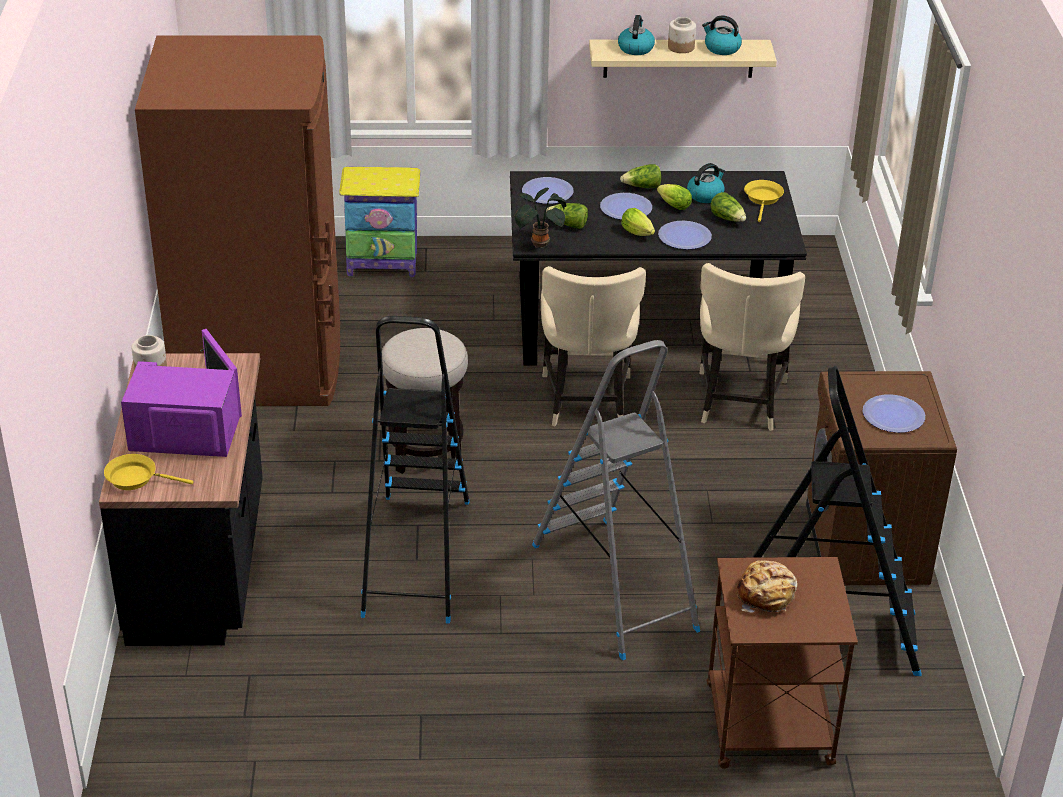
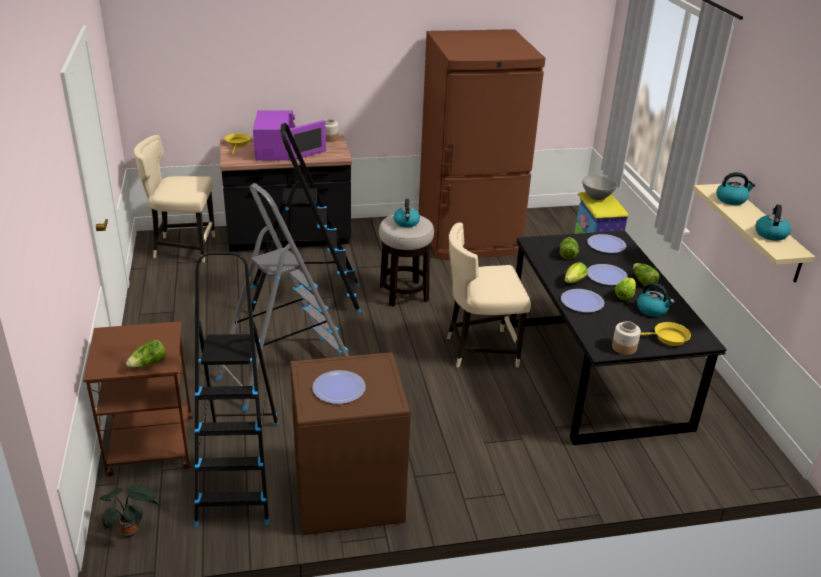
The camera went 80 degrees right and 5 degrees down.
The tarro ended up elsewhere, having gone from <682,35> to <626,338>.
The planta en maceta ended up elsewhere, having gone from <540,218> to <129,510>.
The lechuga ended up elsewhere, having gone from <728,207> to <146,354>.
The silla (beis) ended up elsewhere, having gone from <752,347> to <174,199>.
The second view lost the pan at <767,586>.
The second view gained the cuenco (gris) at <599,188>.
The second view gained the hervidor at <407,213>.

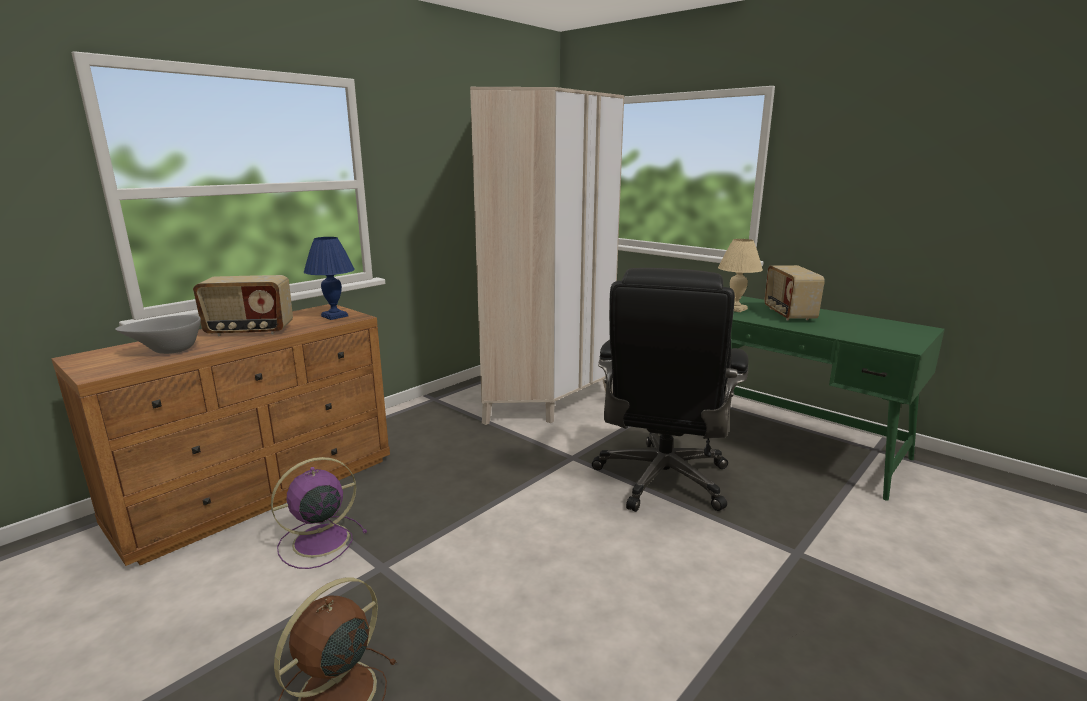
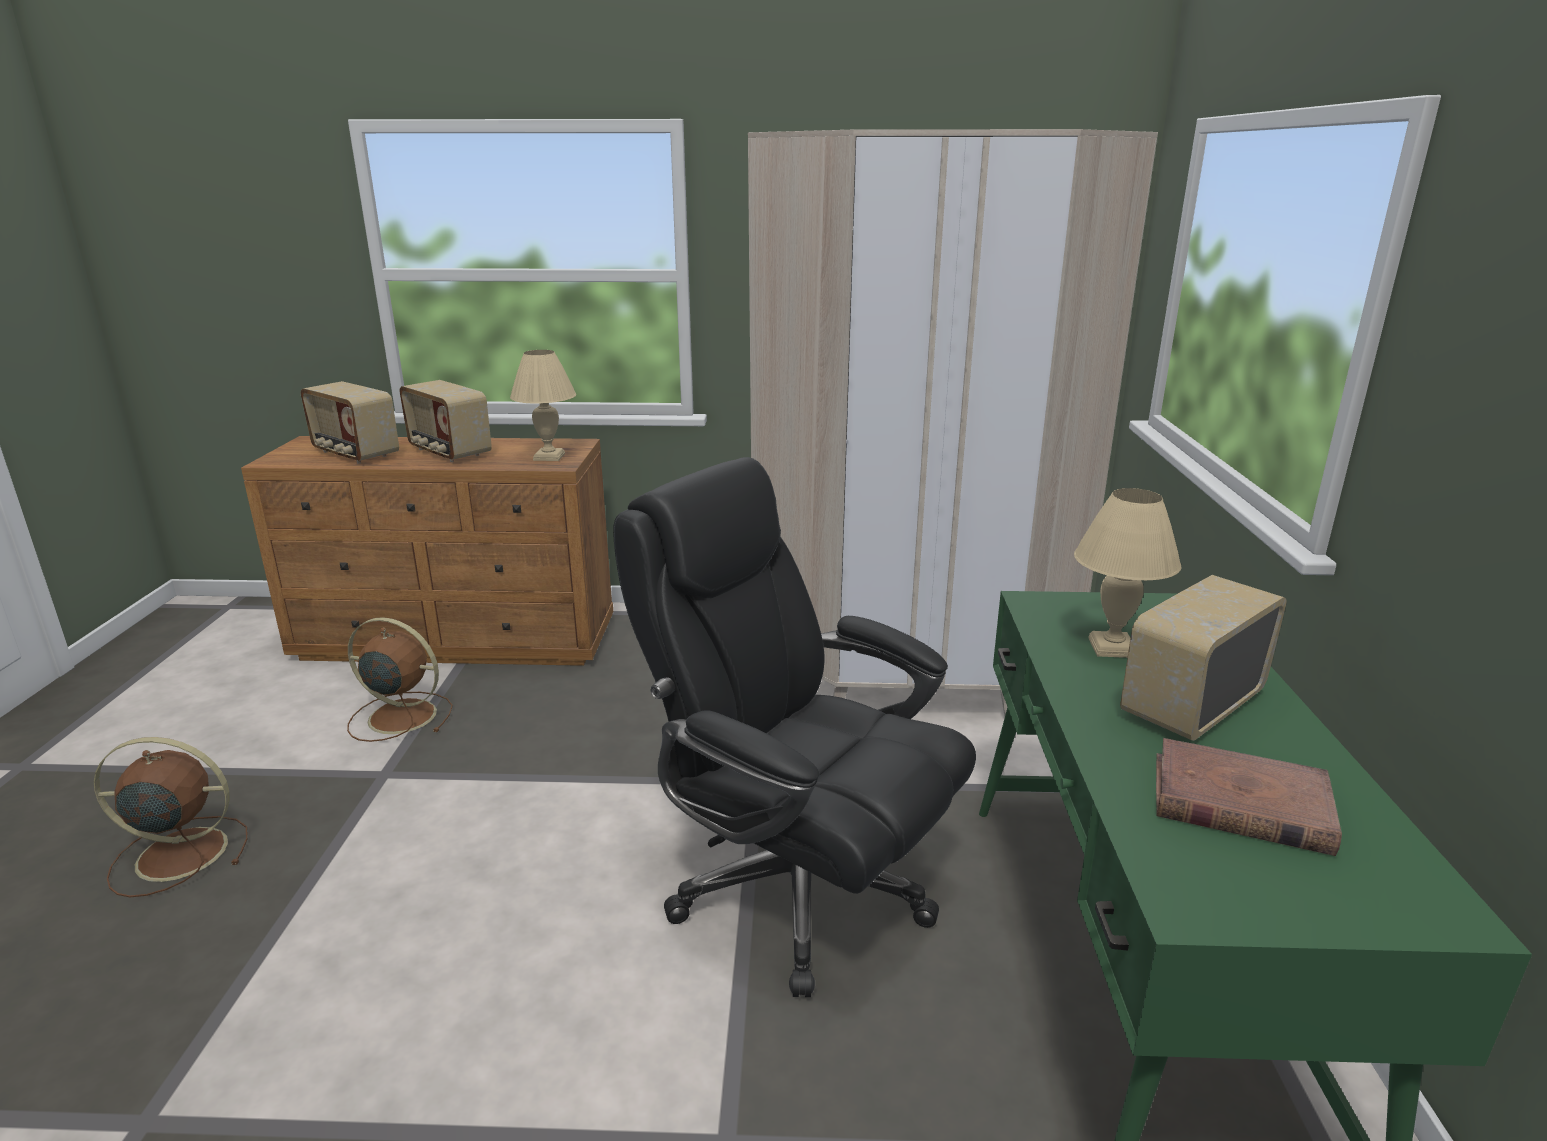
The camera went 50 degrees right and 5 degrees up.
What was the lámpara de mesa (azul) at <329,278> turned into the lámpara de mesa (beis) at <543,405>.
The silla de oficina (negro) at <670,390> ended up facing another way, 60 degrees clockwise from before.
Where the cuenco (gris) stood at <158,334>, the radio came to stand at <349,422>.
What was the ventilador (morado) at <319,513> turned into the ventilador (marrón) at <400,679>.
The second view gained the libro (marrón) at <1249,797>.

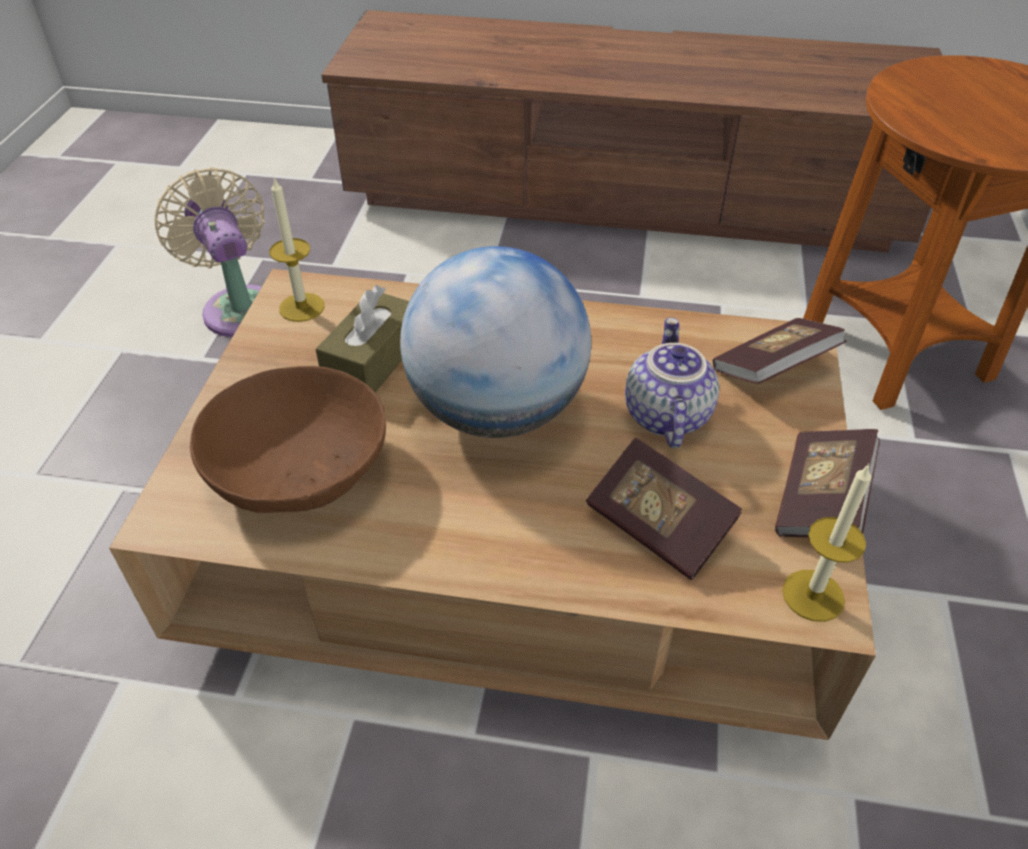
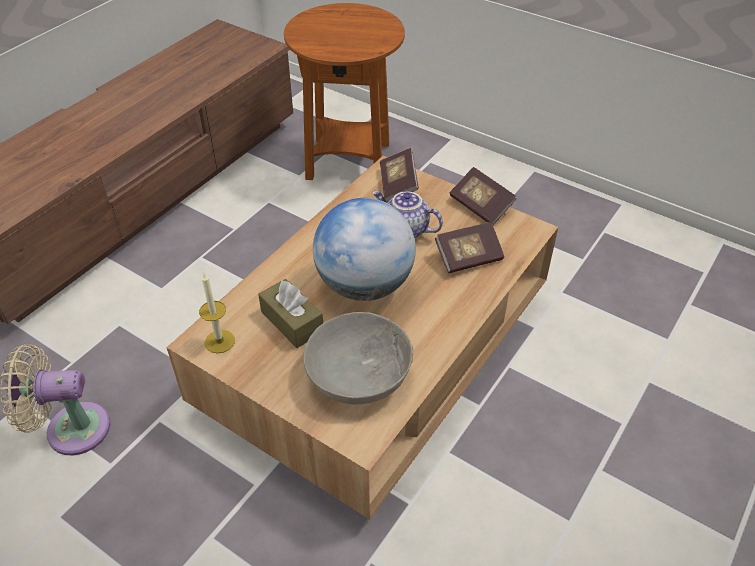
The camera went 65 degrees left and 0 degrees up.
What was the cuenco (marrón) at <288,439> turned into the cuenco (gris) at <358,358>.
The second view lost the vela at <827,543>.

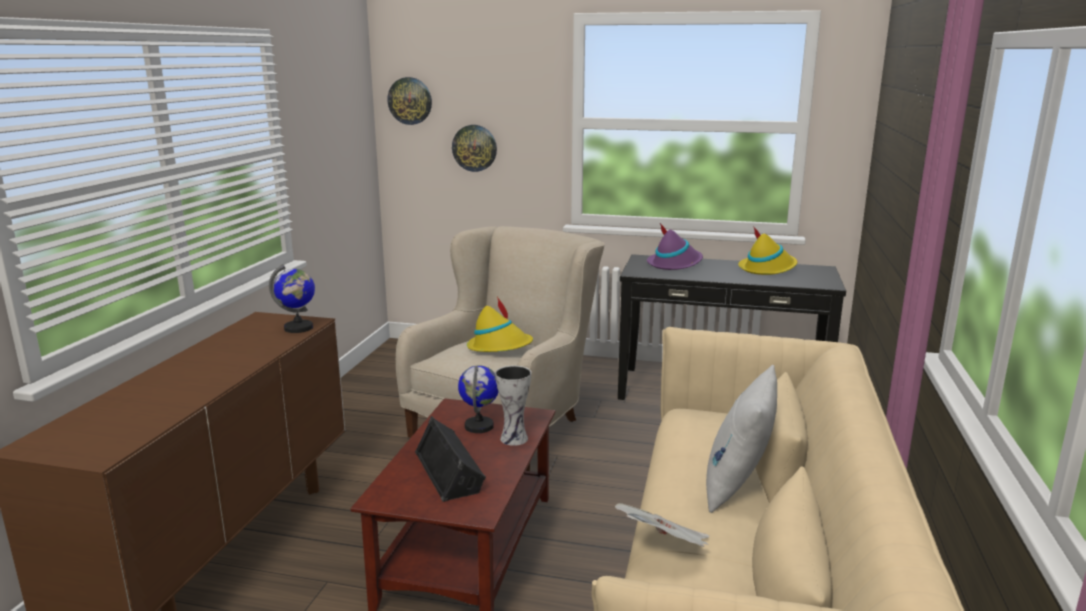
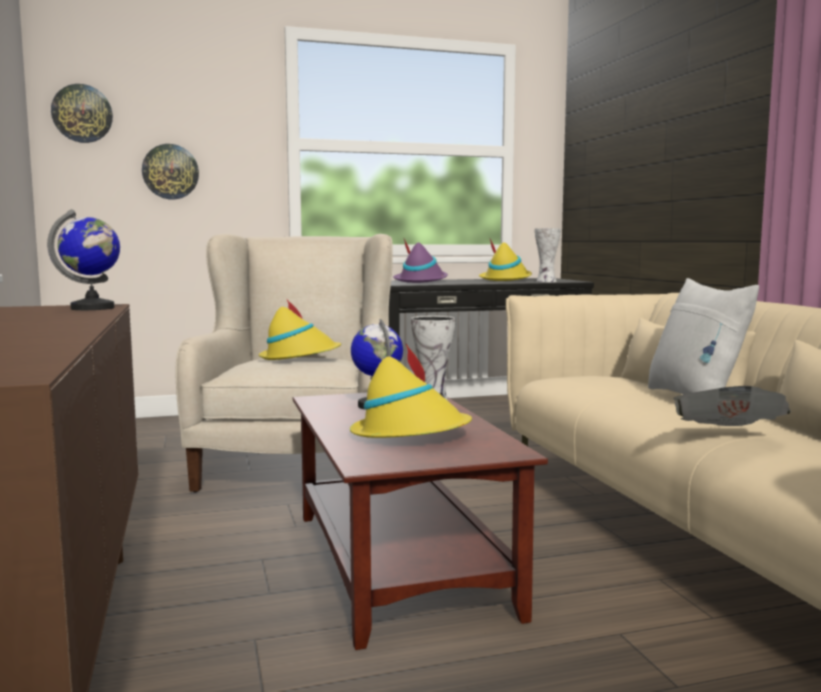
The camera went 30 degrees left and 10 degrees down.
Where the altavoz (negro) stood at <450,459>, the sombrero (amarillo) came to stand at <411,391>.
The second view gained the florero at <548,255>.

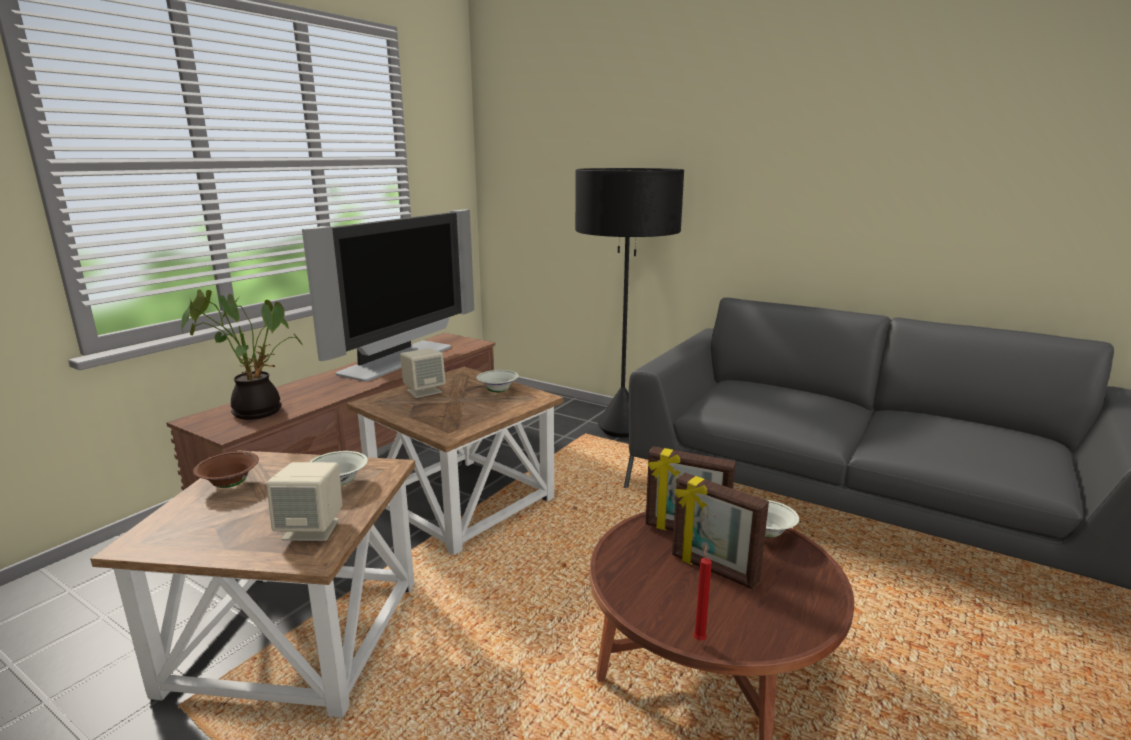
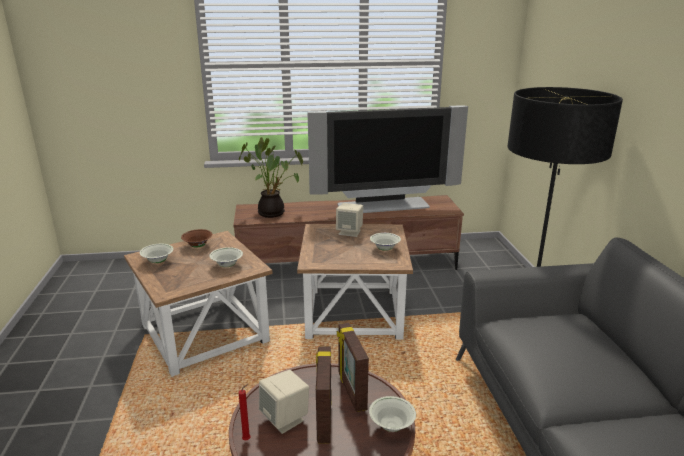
The camera went 50 degrees right and 5 degrees up.
The altavoz (beis) ended up elsewhere, having gone from <304,501> to <284,402>.
The second view gained the cuenco (blanco) at <156,253>.

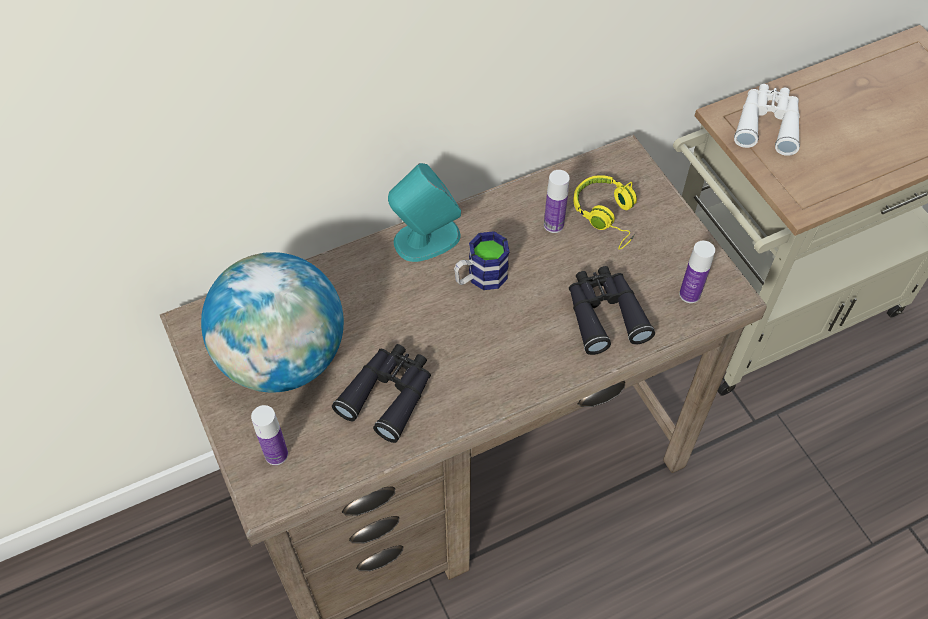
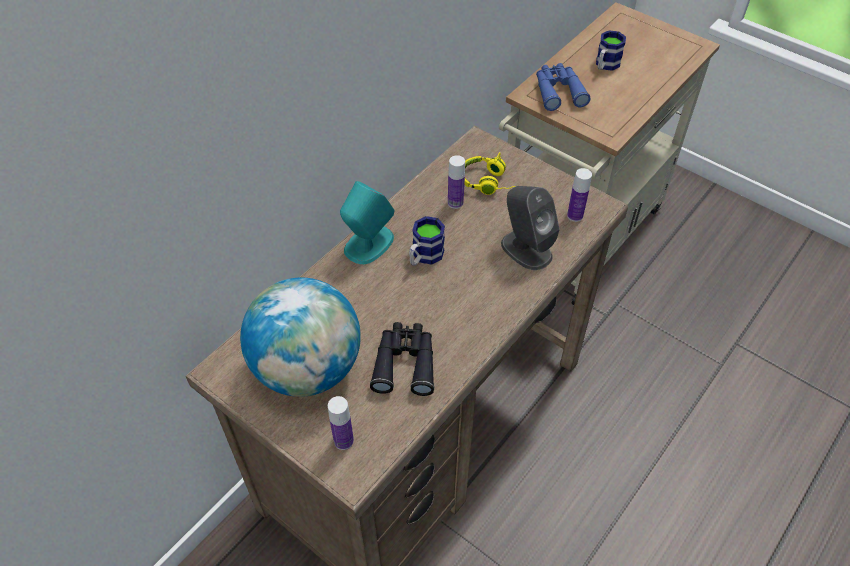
The camera went 25 degrees left and 5 degrees down.
What was the prismáticos (blanco) at <767,120> turned into the prismáticos (azul) at <563,87>.
Where the prismáticos (negro) stood at <612,310>, the altavoz (gris) came to stand at <530,228>.
The second view gained the taza grande at <611,50>.

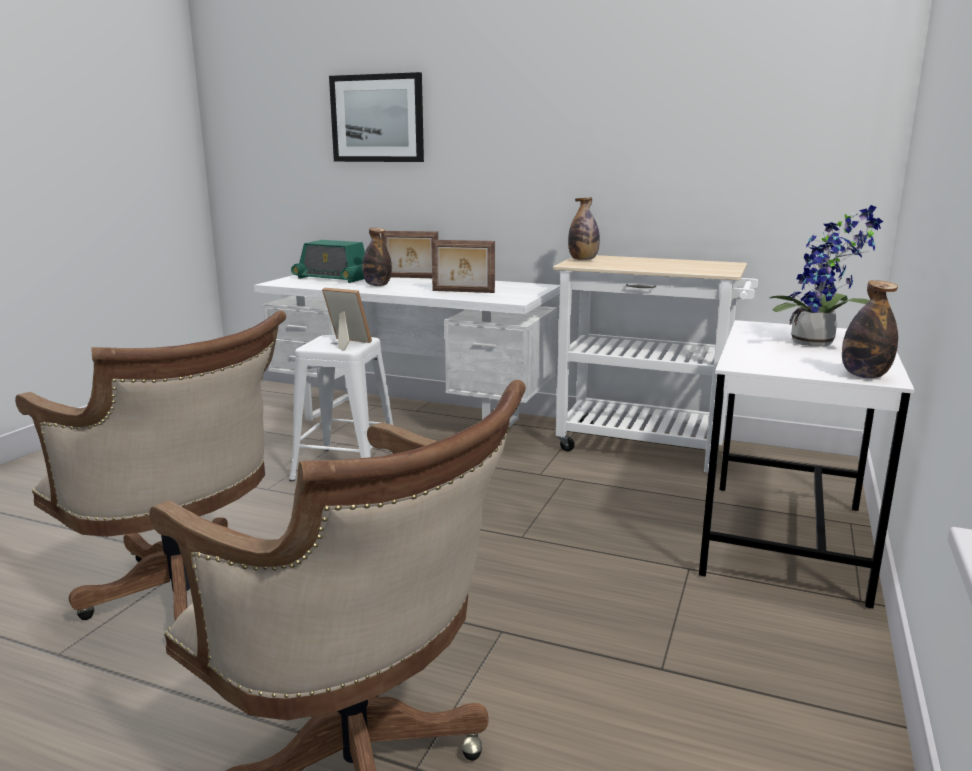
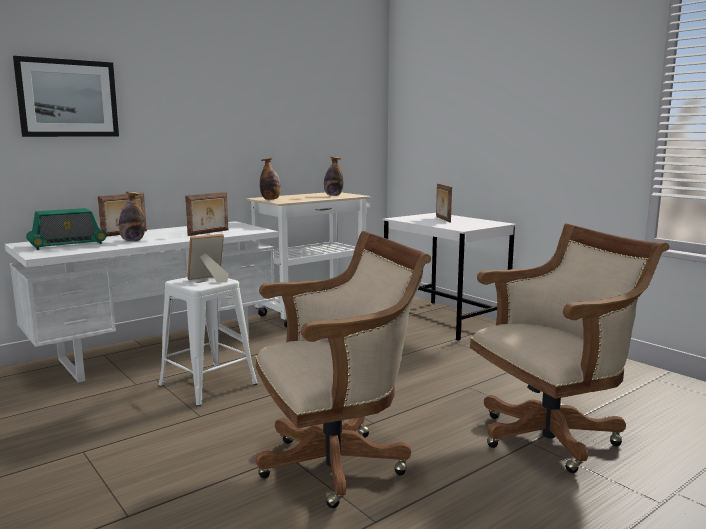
The camera went 60 degrees left and 5 degrees down.
Where the planta en maceta stood at <826,276>, the portarretratos came to stand at <444,203>.
The botella ended up elsewhere, having gone from <870,329> to <333,176>.

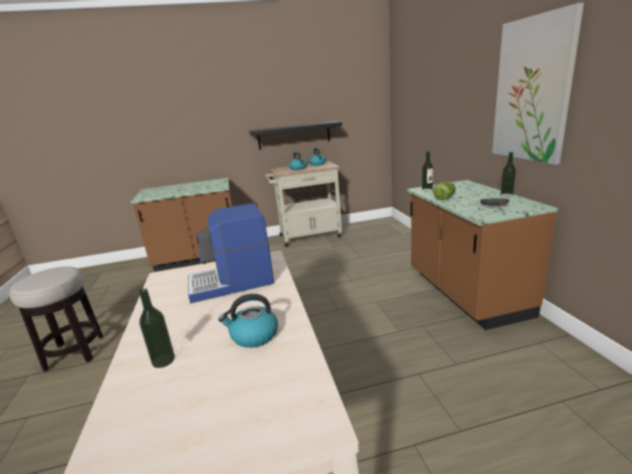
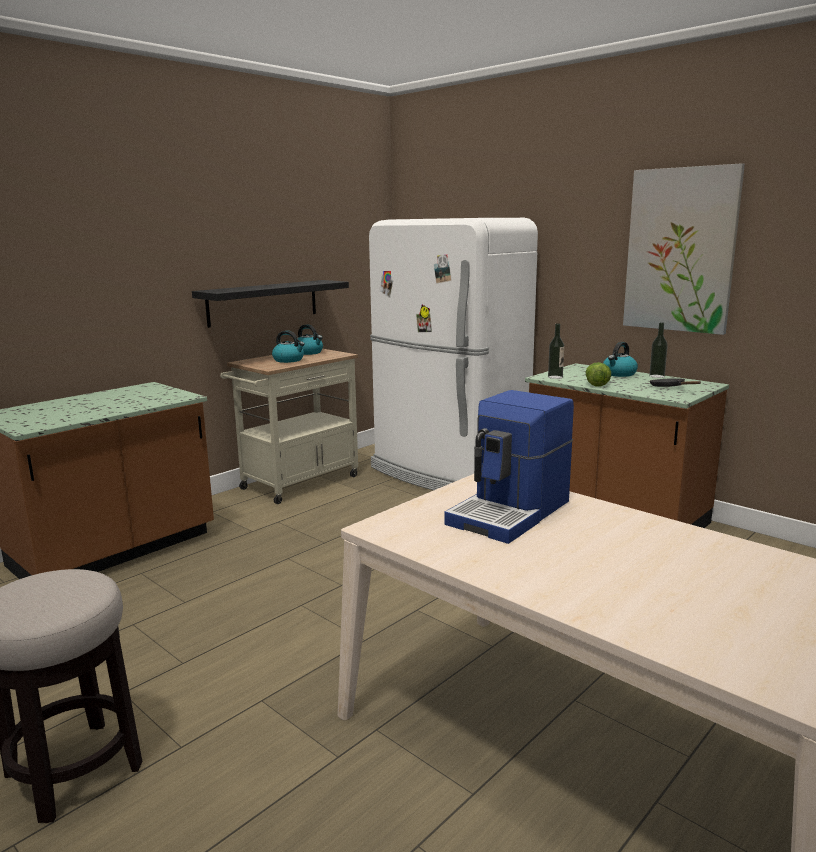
The camera went 35 degrees left and 5 degrees down.
The second view lost the botella at <157,328>.
The hervidor ended up elsewhere, having gone from <248,321> to <620,359>.
The second view gained the nevera (blanco) at <453,354>.

